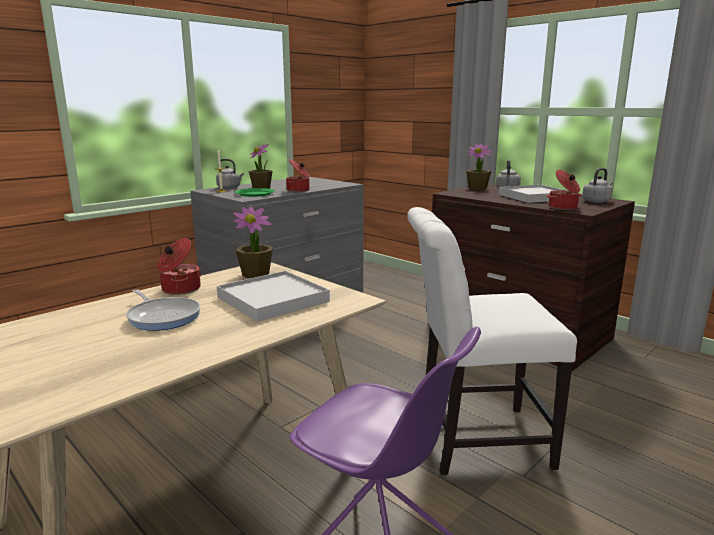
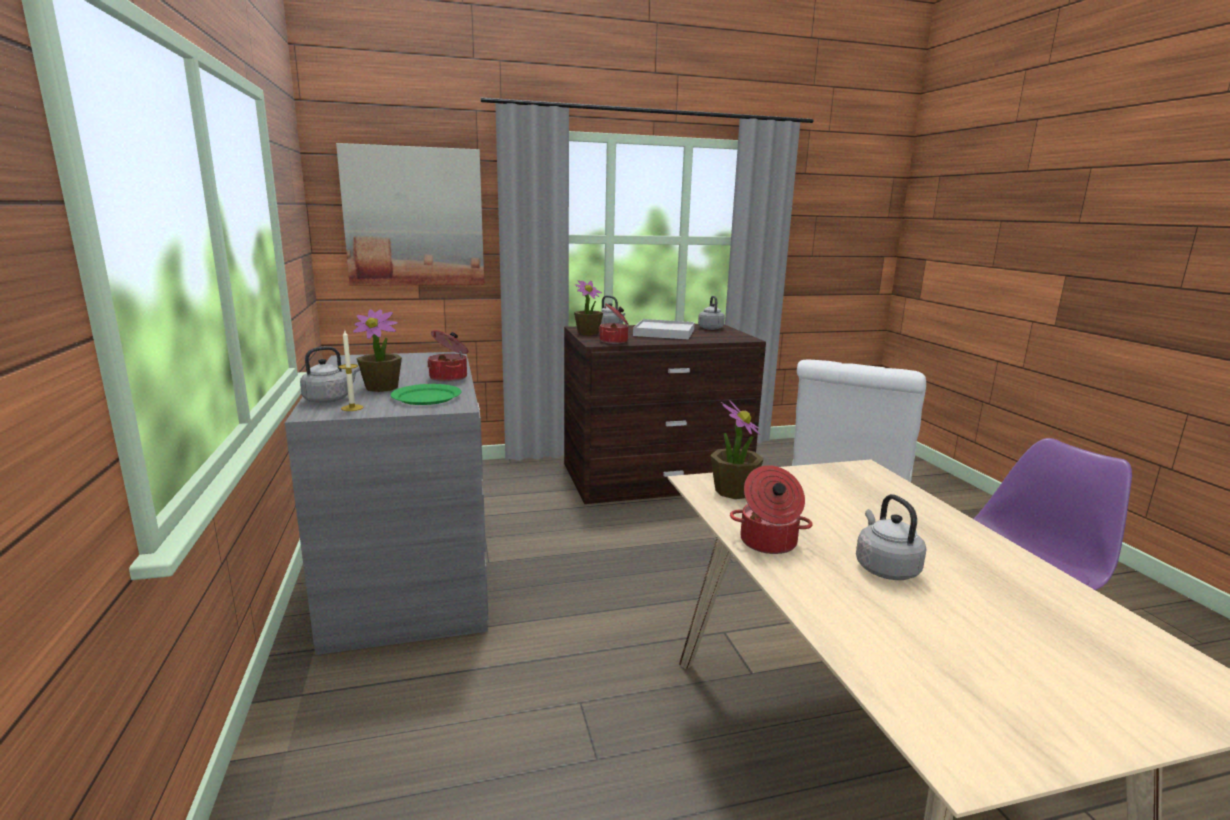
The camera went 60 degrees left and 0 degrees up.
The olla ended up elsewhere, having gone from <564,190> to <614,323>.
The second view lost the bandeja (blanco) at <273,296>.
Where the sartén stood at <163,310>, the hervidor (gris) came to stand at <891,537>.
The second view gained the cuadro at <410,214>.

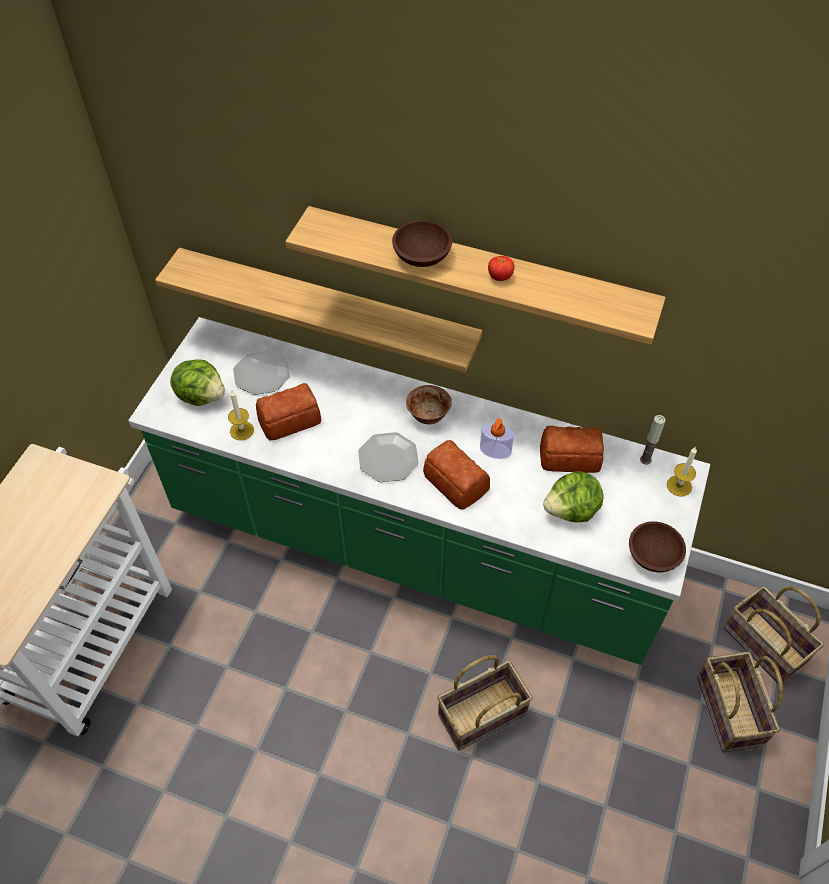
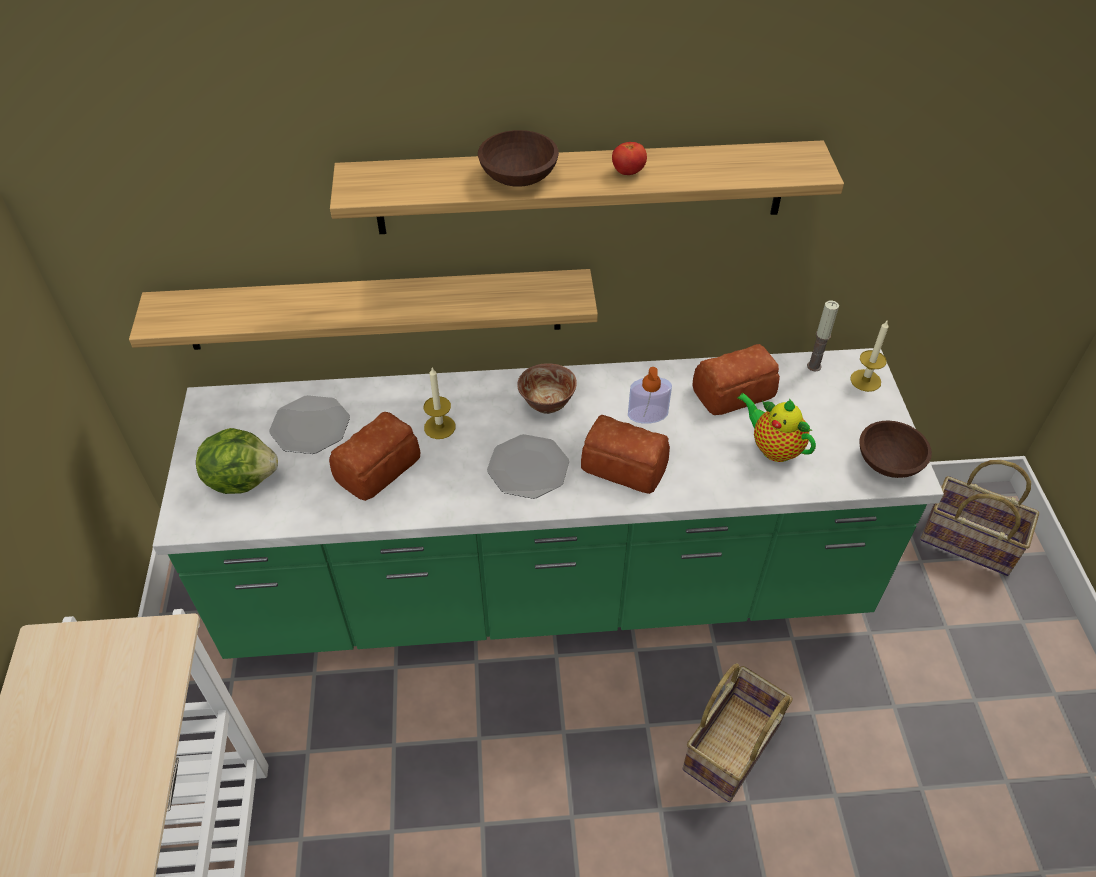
The camera went 25 degrees left and 5 degrees down.
The vela ended up elsewhere, having gone from <241,415> to <439,403>.
Where the lechuga stood at <573,496>, the tetera came to stand at <776,427>.
The second view lost the cesta at <740,702>.

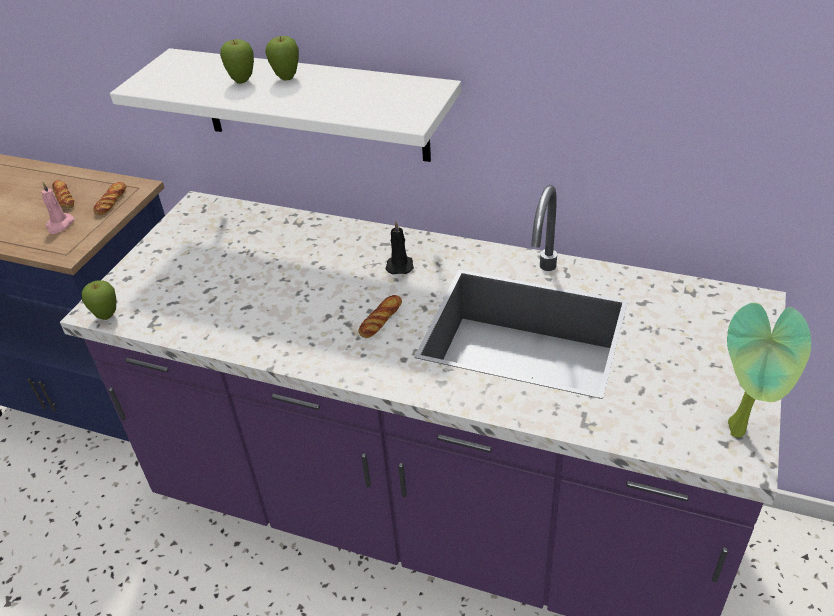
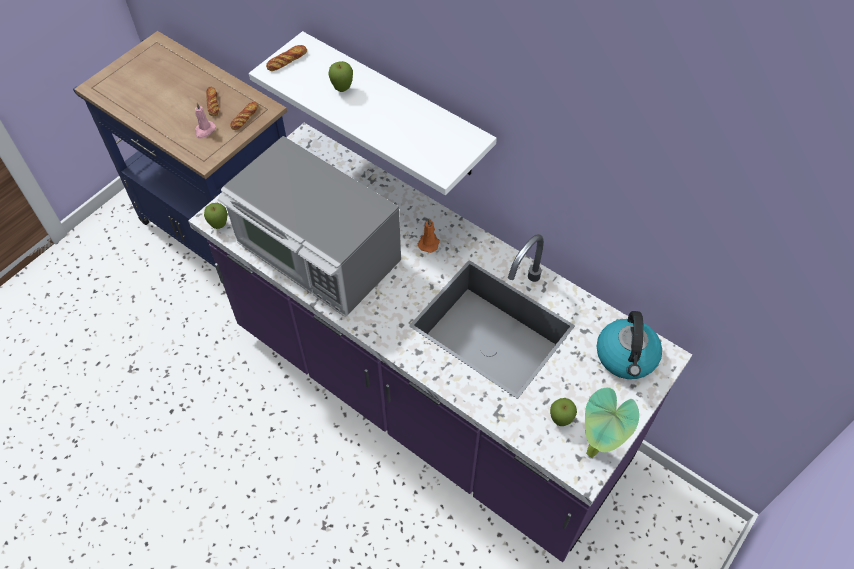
The camera went 15 degrees right and 15 degrees up.
The manzana ended up elsewhere, having gone from <282,58> to <563,412>.
What was the vela (negro) at <400,248> turned into the vela (naranja) at <429,235>.
The pan ended up elsewhere, having gone from <380,316> to <286,58>.
The second view gained the microondas at <309,226>.
The second view gained the hervidor at <629,345>.

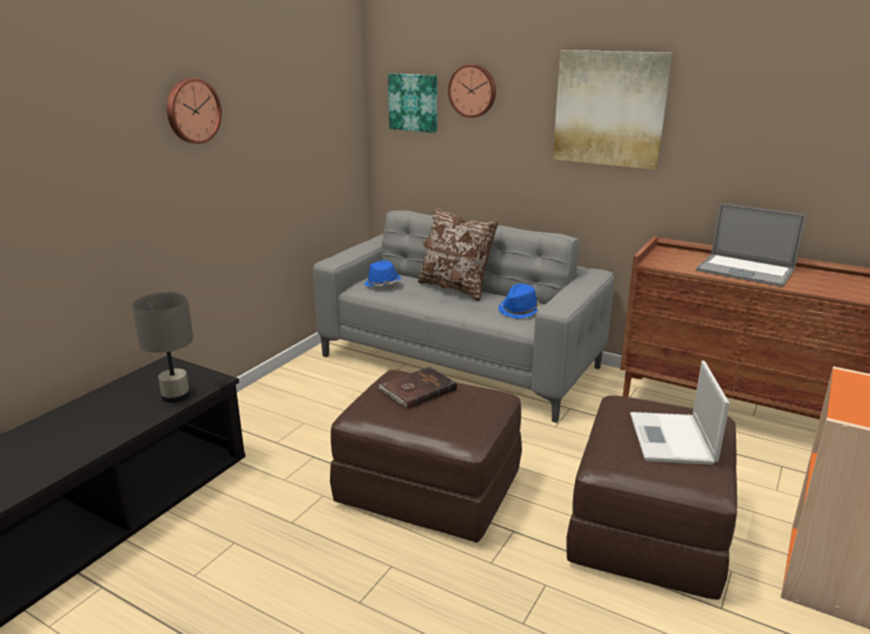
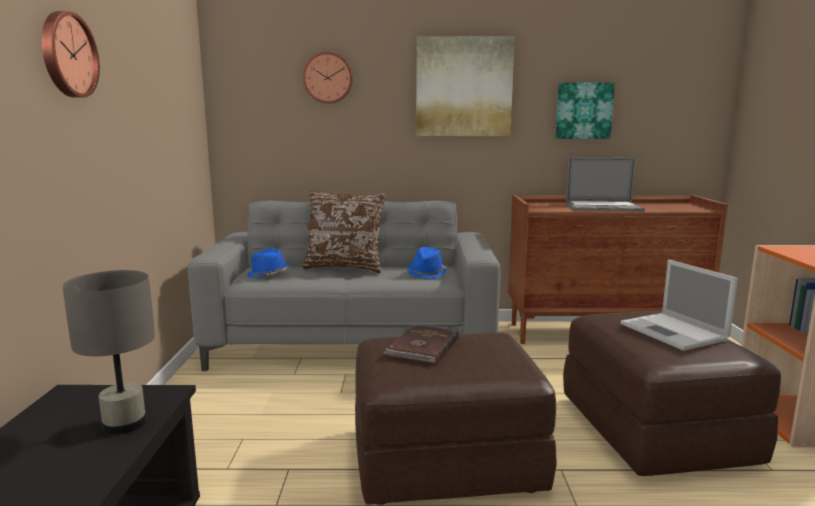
The camera went 30 degrees left and 10 degrees down.
The cuadro ended up elsewhere, having gone from <412,103> to <585,110>.

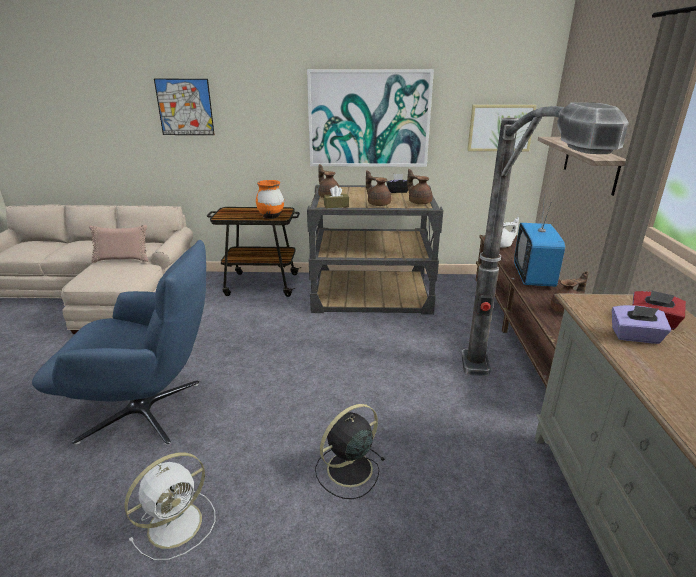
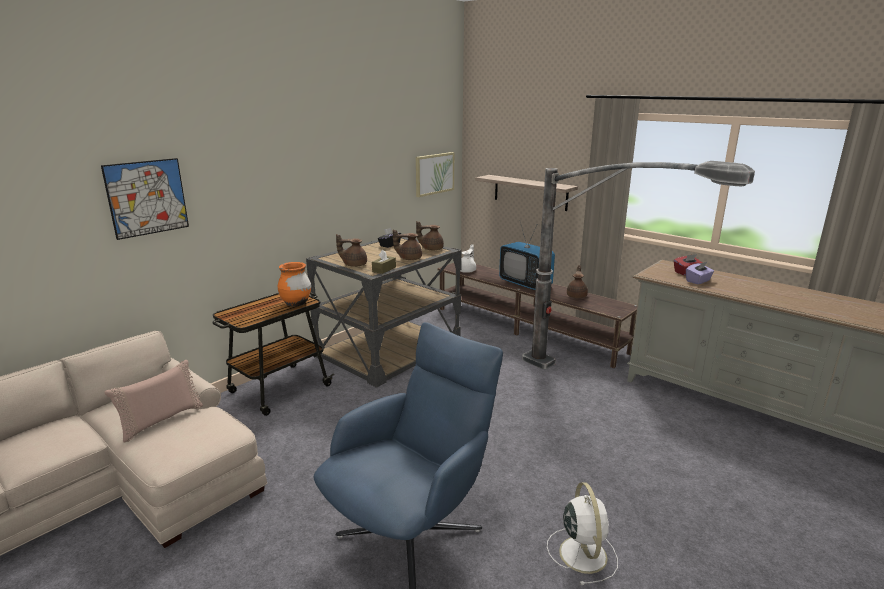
The camera went 50 degrees left and 5 degrees down.
The second view lost the cuadro at <370,118>.
The second view lost the ventilador (negro) at <350,451>.

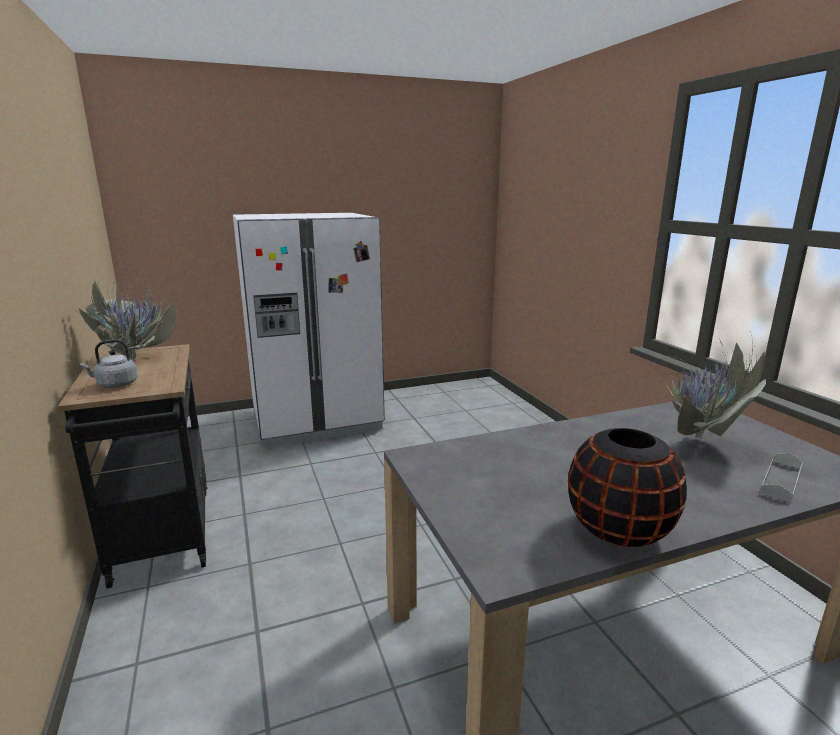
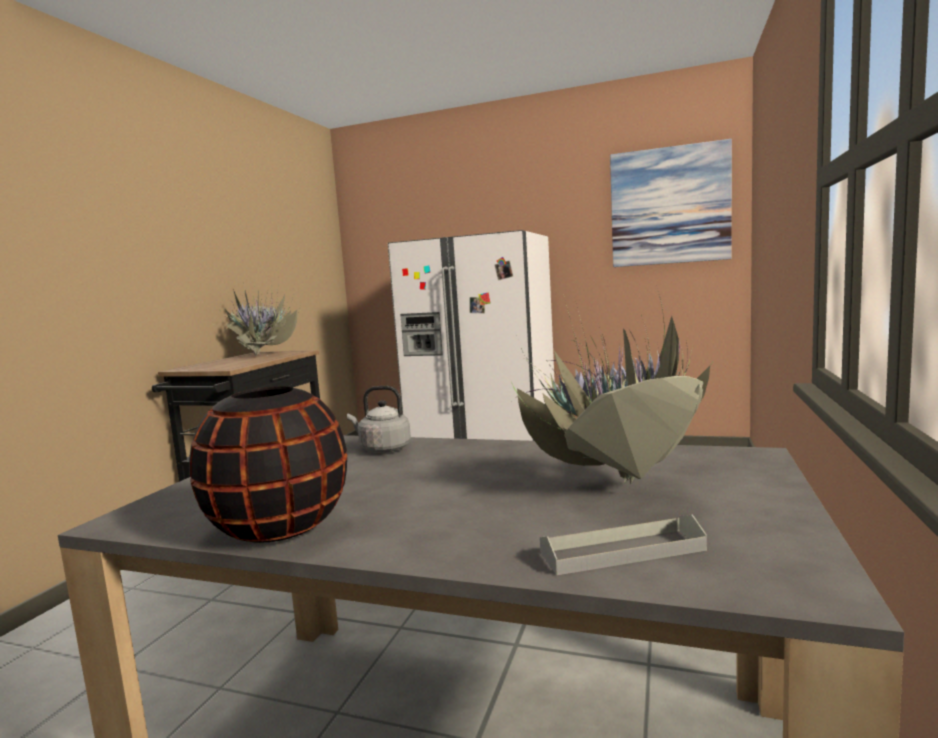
The camera went 40 degrees right and 10 degrees down.
The hervidor (gris) ended up elsewhere, having gone from <109,364> to <379,419>.
The second view gained the cuadro at <671,203>.

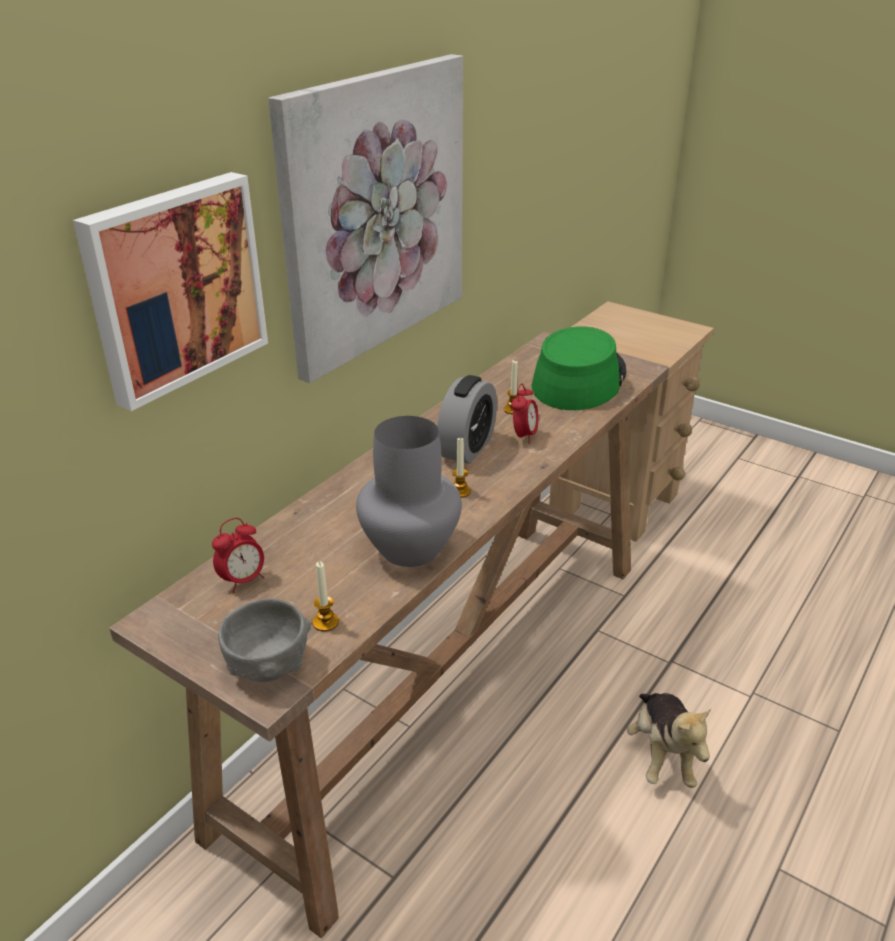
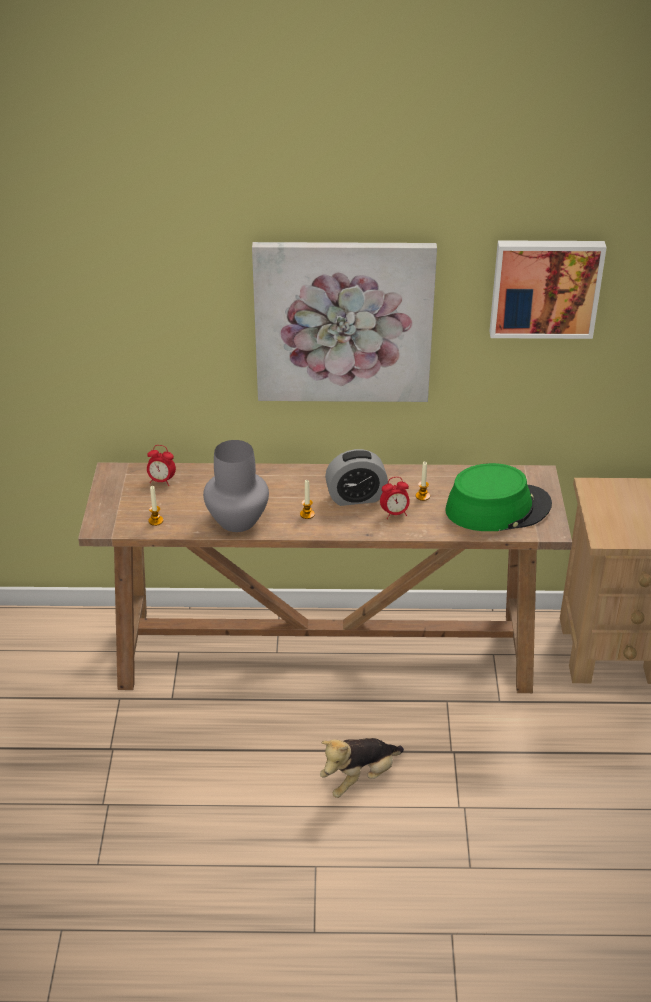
The camera went 55 degrees right and 5 degrees up.
The cuadro ended up elsewhere, having gone from <170,291> to <548,289>.
The second view lost the cuenco (gris) at <264,640>.

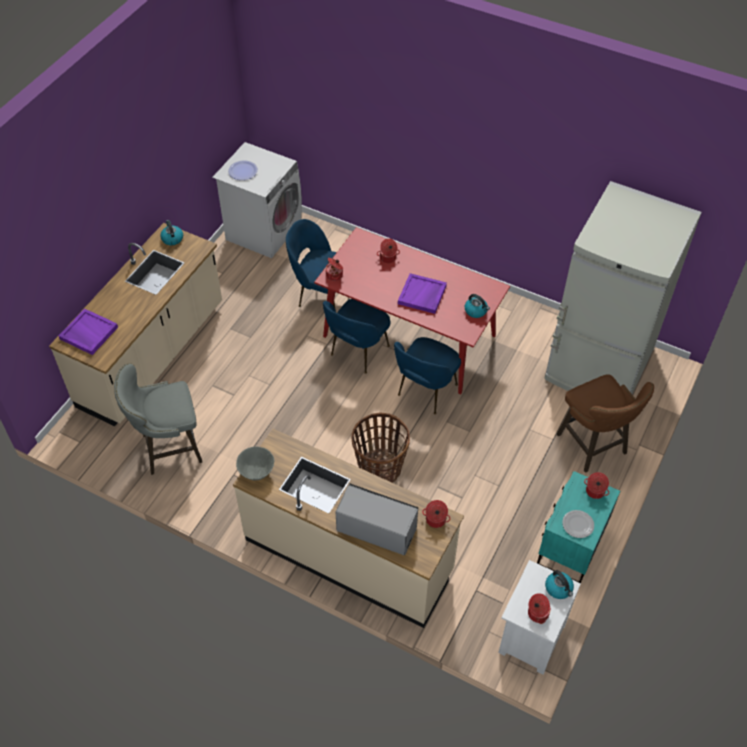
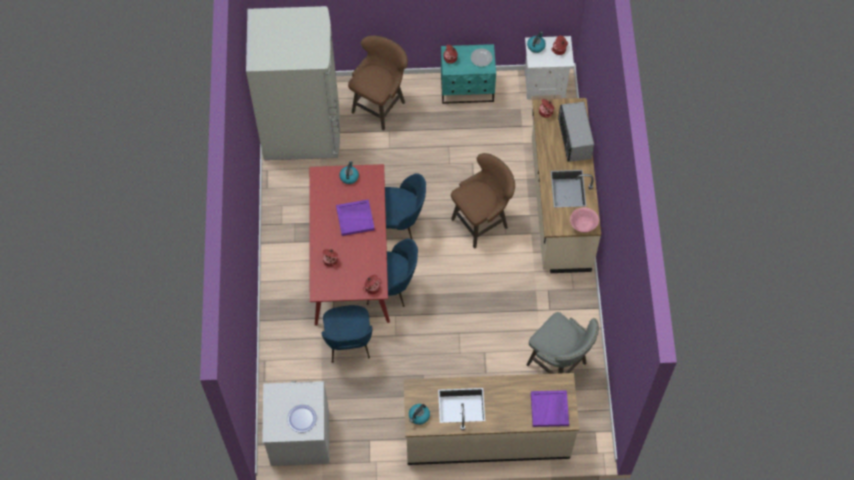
The camera went 120 degrees left and 10 degrees up.
Where the cesta stood at <381,447>, the taburete (marrón) came to stand at <483,201>.
What was the cuenco (gris) at <255,463> turned into the cuenco (rosa) at <584,220>.

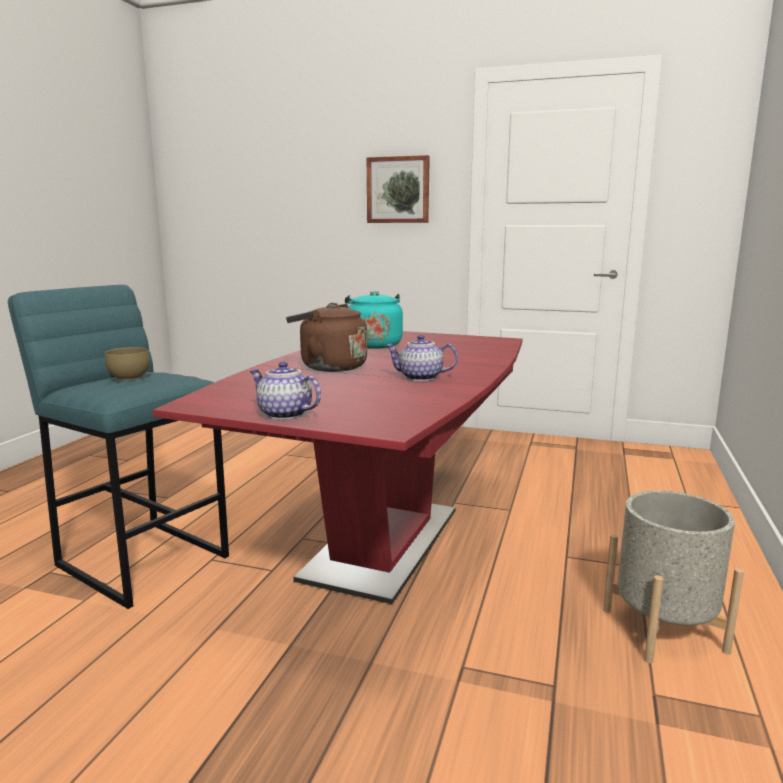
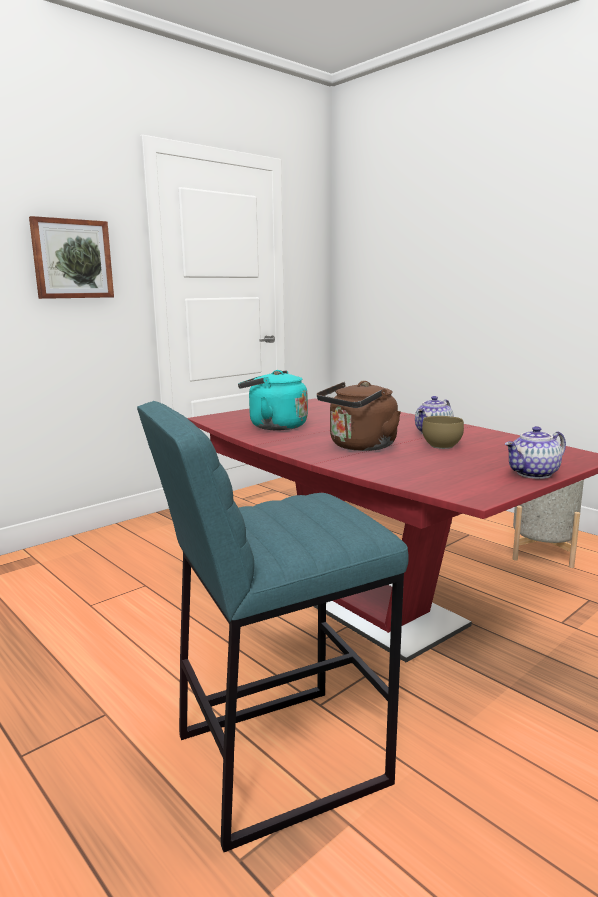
The camera went 60 degrees left and 0 degrees up.
The cuenco (marrón) ended up elsewhere, having gone from <127,364> to <443,432>.

